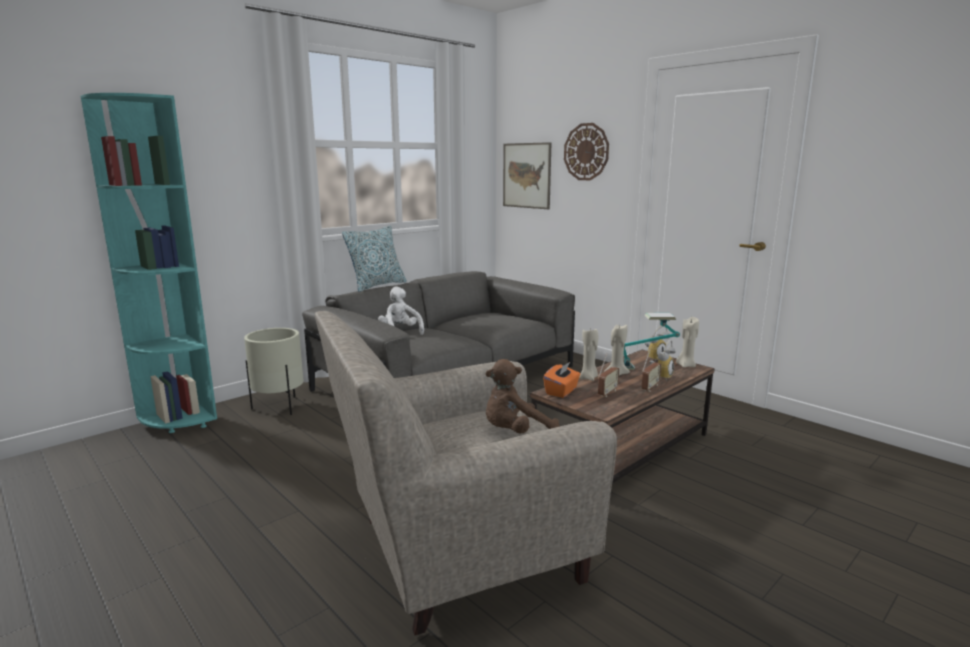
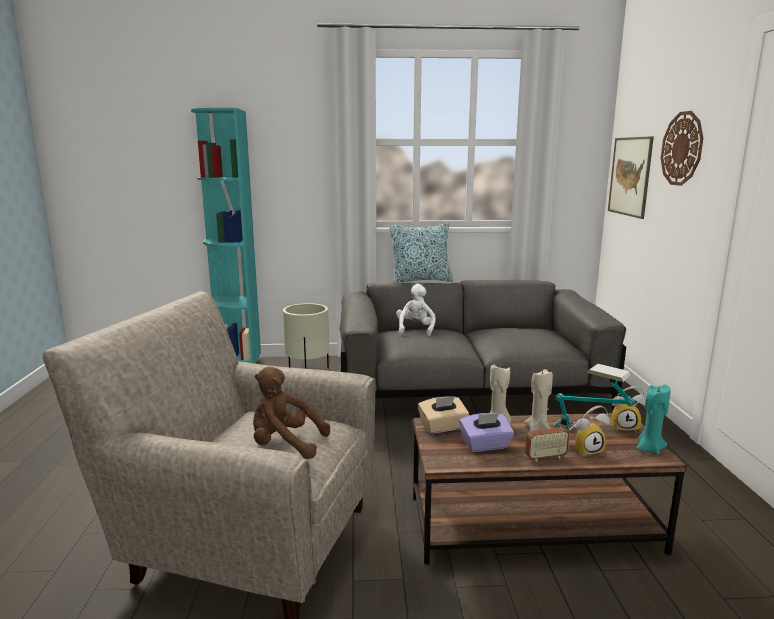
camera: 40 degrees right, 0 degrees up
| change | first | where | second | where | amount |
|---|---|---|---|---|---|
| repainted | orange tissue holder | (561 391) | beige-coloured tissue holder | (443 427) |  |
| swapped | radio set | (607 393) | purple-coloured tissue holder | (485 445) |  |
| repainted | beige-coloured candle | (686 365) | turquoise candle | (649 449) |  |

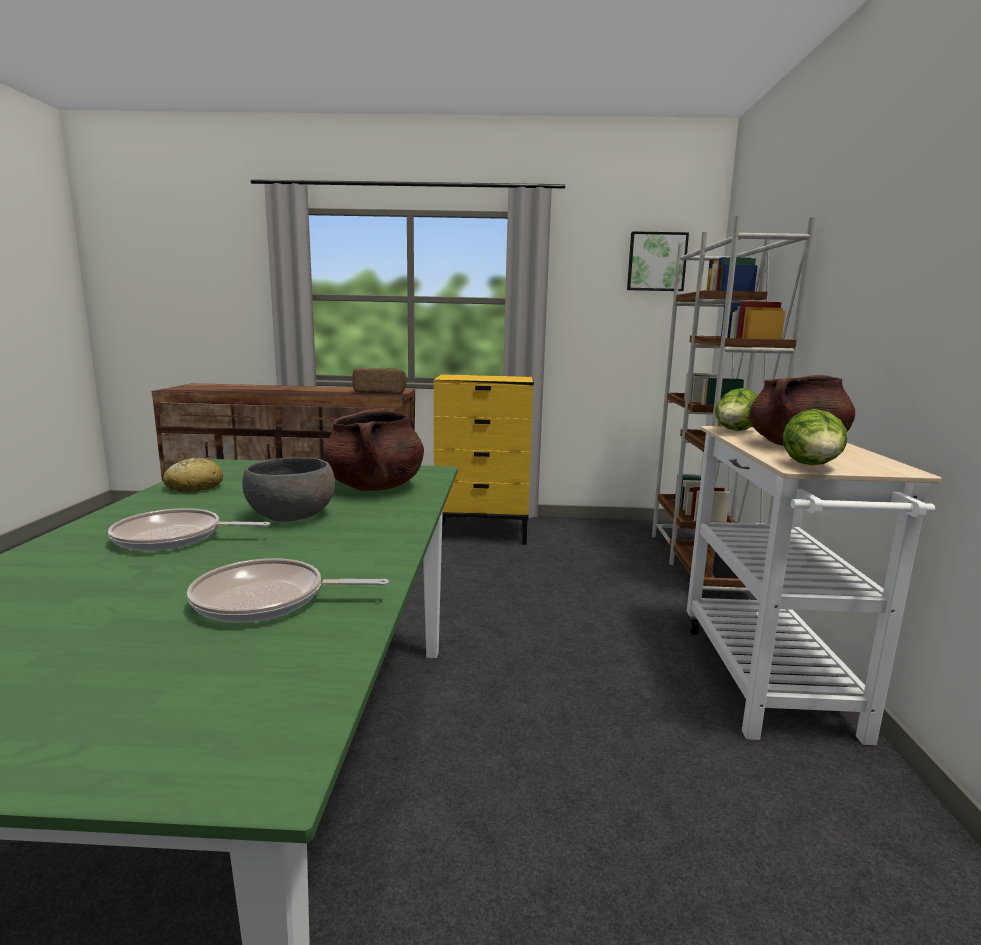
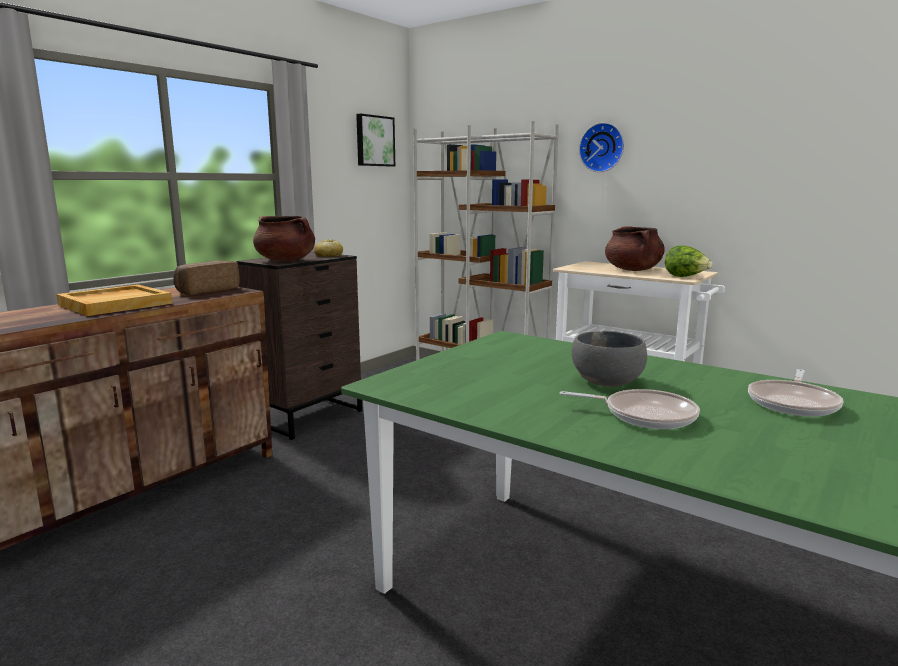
camera: 55 degrees left, 0 degrees up
| change | first | where | second | where | amount |
|---|---|---|---|---|---|
| new |  |  | beige-coloured tray | (116 304) |  |
| repainted | yellow-coloured dresser | (482 533) | brownish dresser | (309 417) |  |
| shifted | brownish cooking pot | (375 487) |  | (286 260) |  |
| shifted | bakery bread | (193 487) |  | (328 255) |  |
| rotated | pan | (174 538) |  | (644 415) | 105 degrees counterclockwise |
| new |  |  | clock on the wall | (602 147) |  |
| gone | head of lettuce | (735 431) |  |  |  |

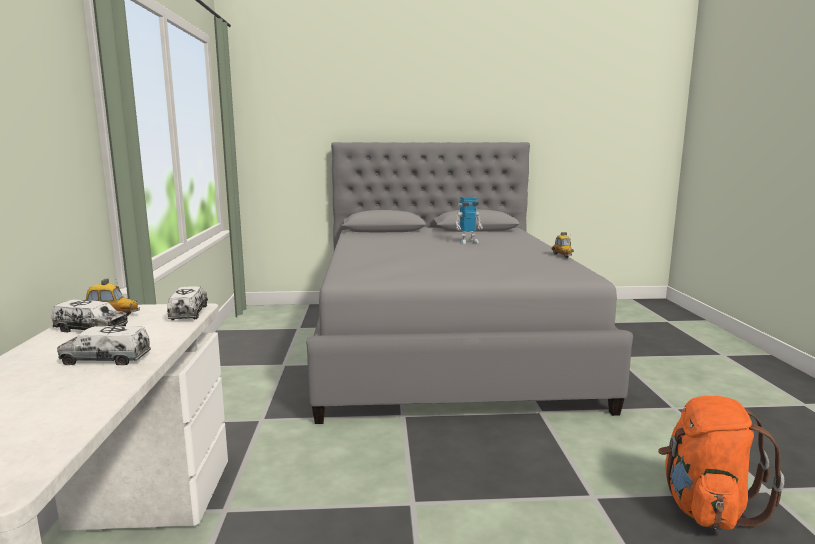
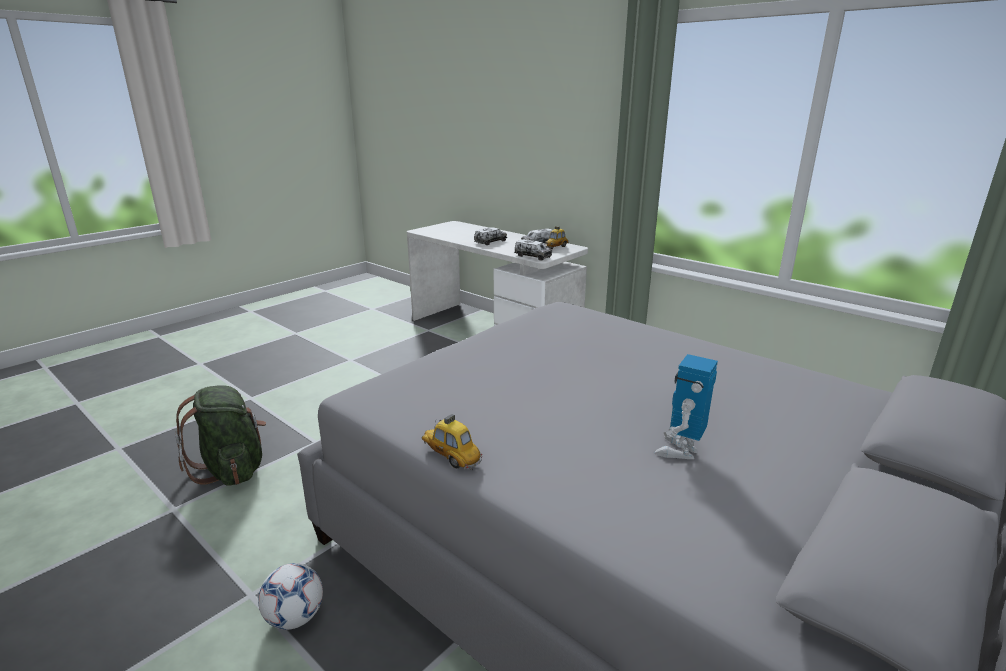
camera: 135 degrees right, 10 degrees up
| change | first | where | second | where | amount |
|---|---|---|---|---|---|
| repainted | orange backpack | (705 507) | green-coloured backpack | (232 469) |  |
| new |  |  | ball for football | (295 617) |  |

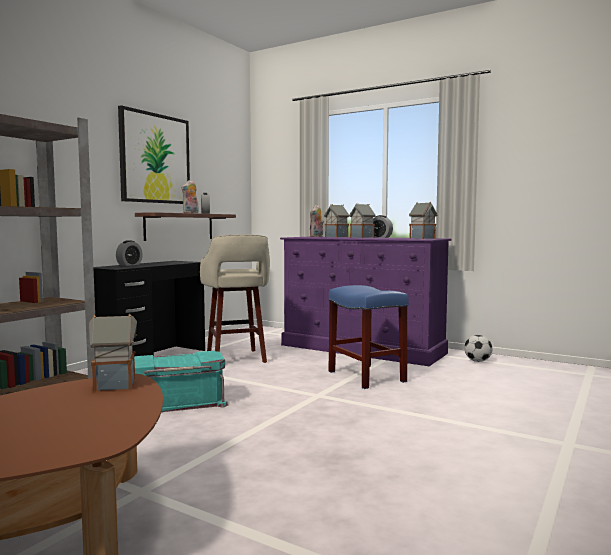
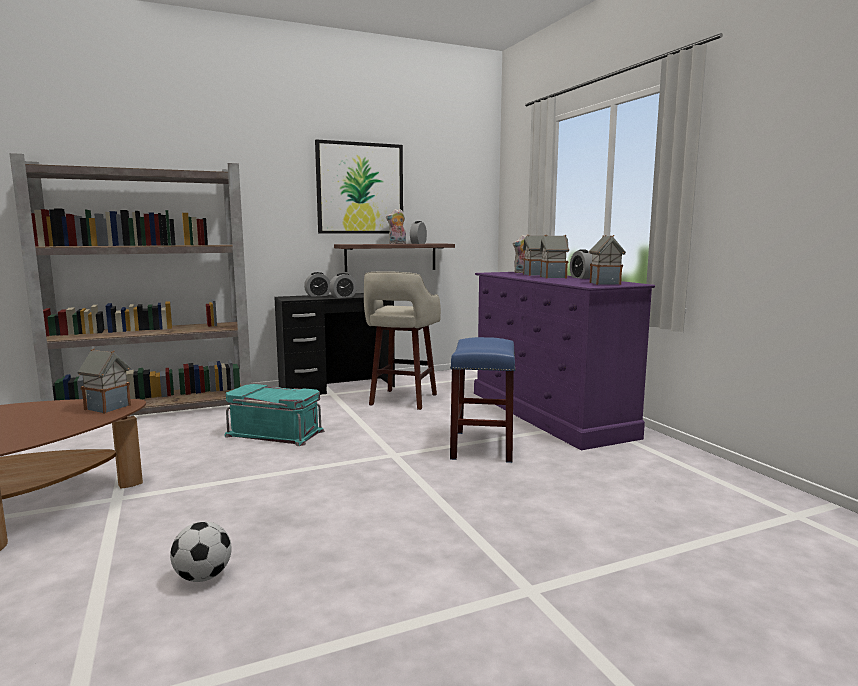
camera: 35 degrees right, 5 degrees up
| change | first | where | second | where | amount |
|---|---|---|---|---|---|
| shifted | ball for football | (477 361) |  | (203 577) |  |
| new |  |  | bedside clock | (343 297) |  |

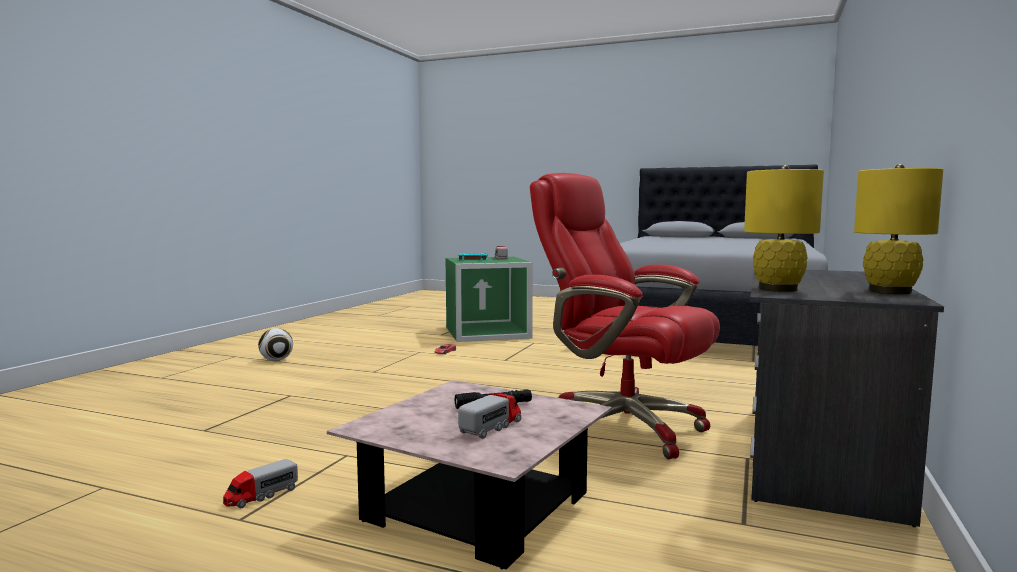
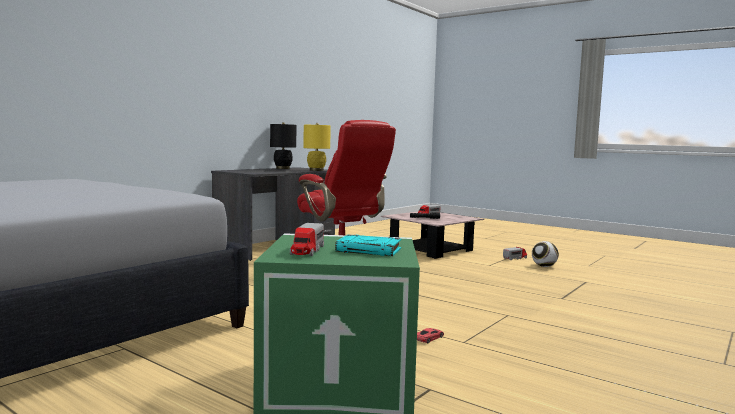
camera: 165 degrees left, 0 degrees up
| change | first | where | second | where | amount |
|---|---|---|---|---|---|
| repainted | yellow-coloured lamp for a table | (890 291) | black-coloured lamp for a table | (282 168) |  |
| shifted | ball for football | (276 360) |  | (544 266) |  |

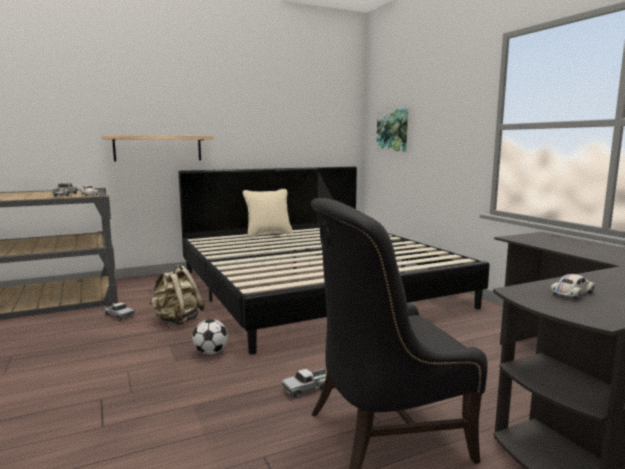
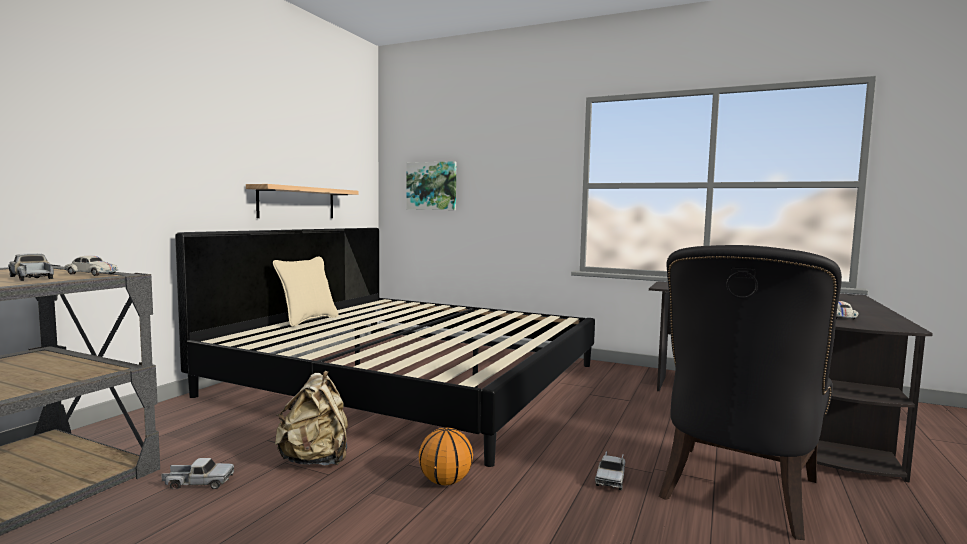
camera: 40 degrees left, 5 degrees down
| change | first | where | second | where | amount |
|---|---|---|---|---|---|
| shifted | wall shelf | (158 148) |  | (297 203) |  |
| swapped | ball for football | (211 352) | ball for basketball | (444 481) |  |

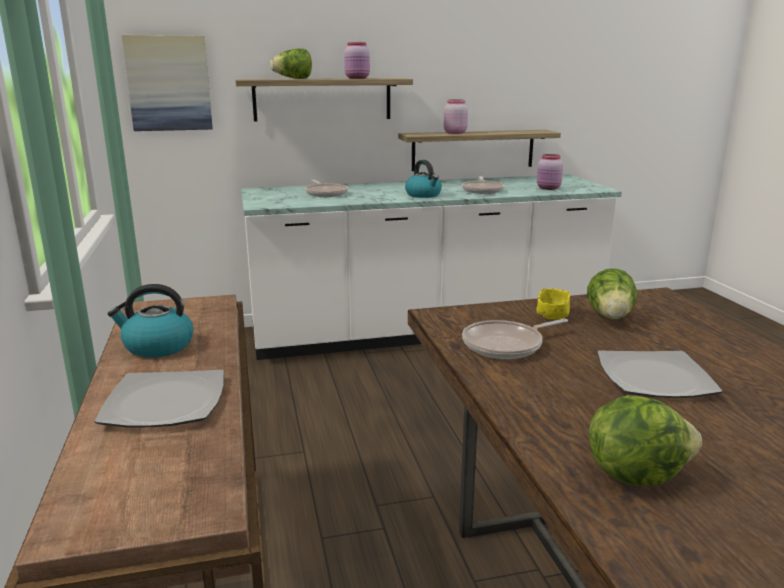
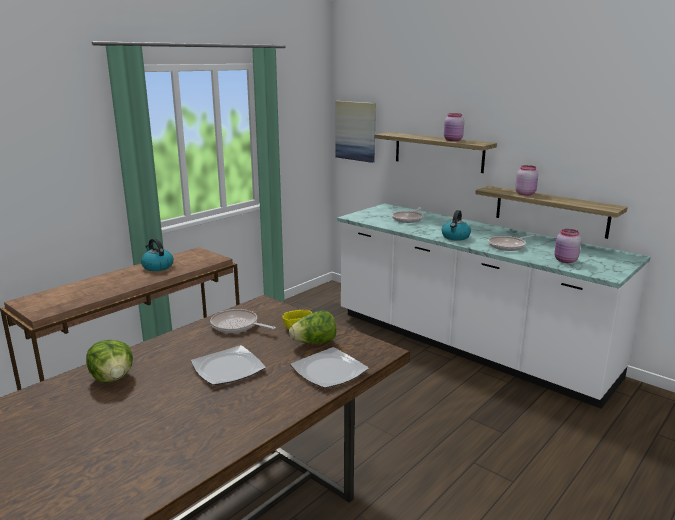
camera: 55 degrees right, 0 degrees up
| change | first | where | second | where | amount |
|---|---|---|---|---|---|
| shifted | plate | (163 403) |  | (328 371) |  |
| gone | head of lettuce | (293 78) |  |  |  |

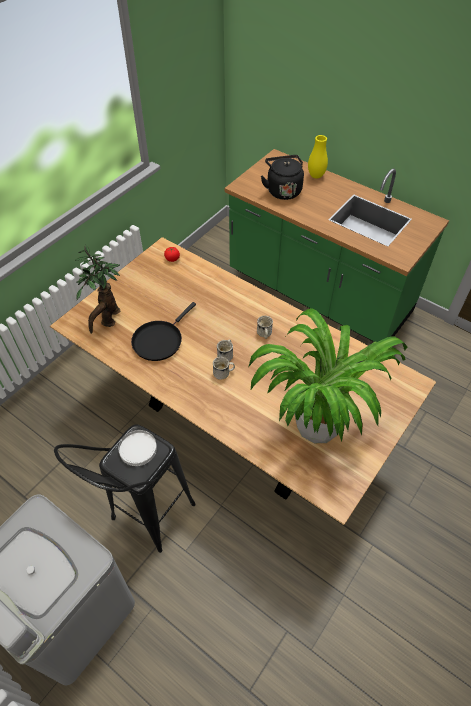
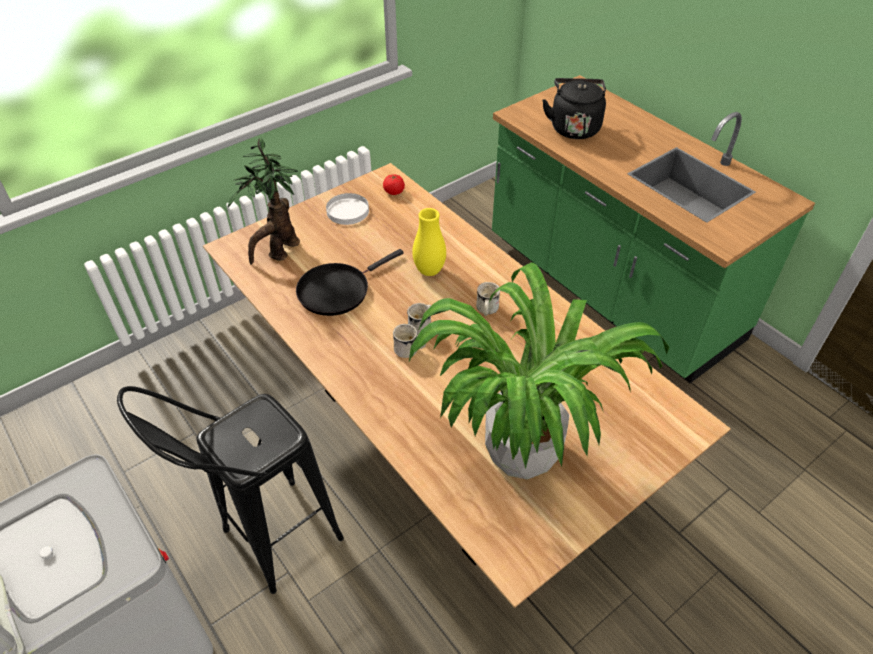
camera: 15 degrees right, 5 degrees down
| change | first | where | second | where | amount |
|---|---|---|---|---|---|
| shifted | whitish plate | (138 448) |  | (348 211) |  |
| shifted | yellow-coloured vase | (316 176) |  | (429 271) |  |

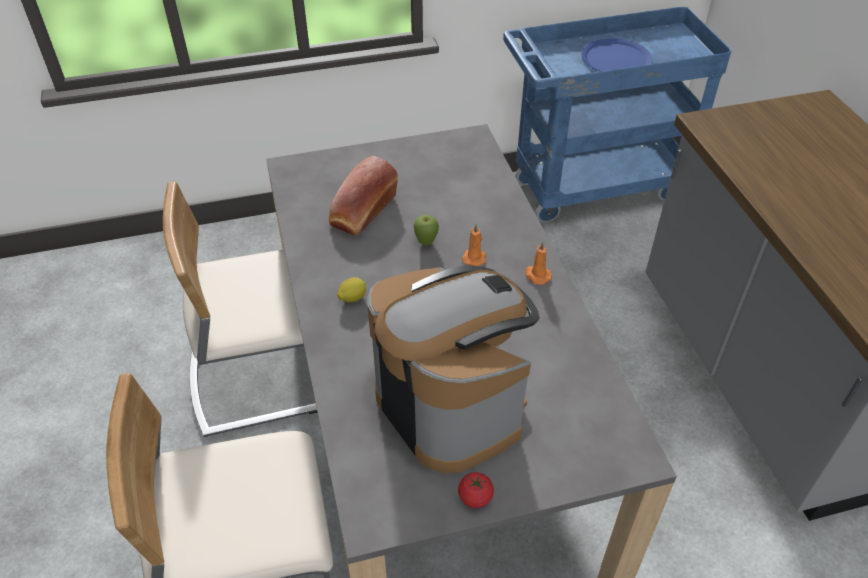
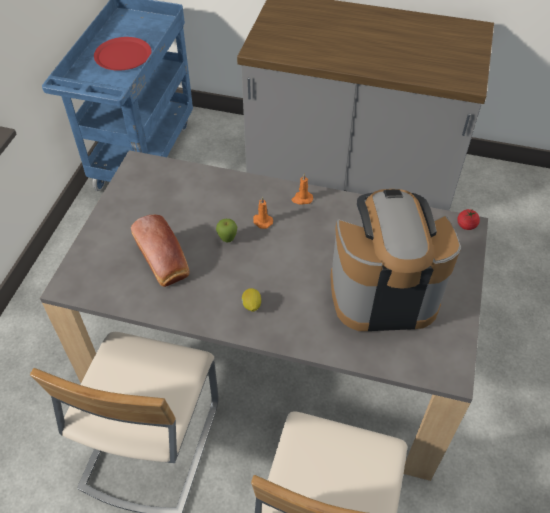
camera: 60 degrees left, 5 degrees up
| change | first | where | second | where | amount |
|---|---|---|---|---|---|
| repainted | blue-coloured plate | (616 59) | red-coloured plate | (123 55) |  |
| shifted | whole tomato | (475 497) |  | (466 225) |  |

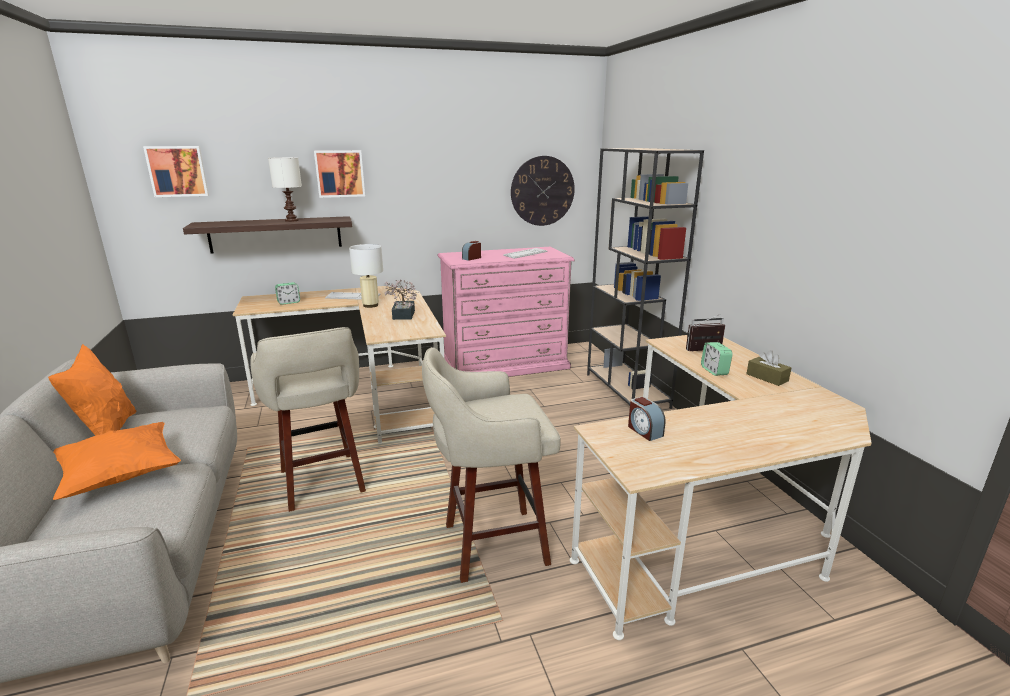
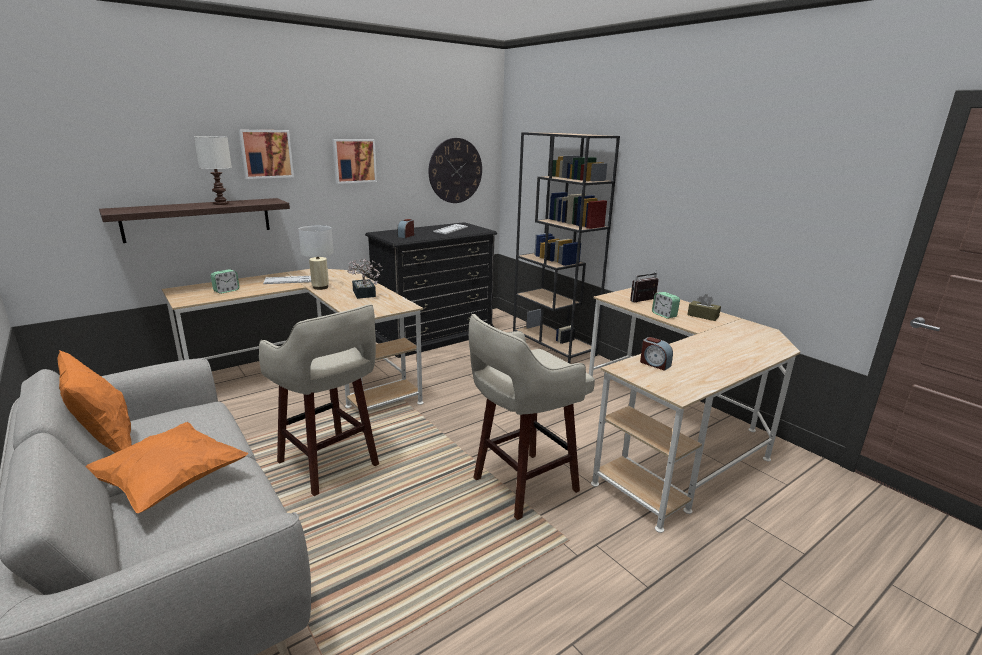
camera: 20 degrees left, 0 degrees up
| change | first | where | second | where | amount |
|---|---|---|---|---|---|
| shifted | wall art | (177 171) |  | (354 160) |  |
| repainted | pink dresser | (505 364) | black-coloured dresser | (434 335) |  |

